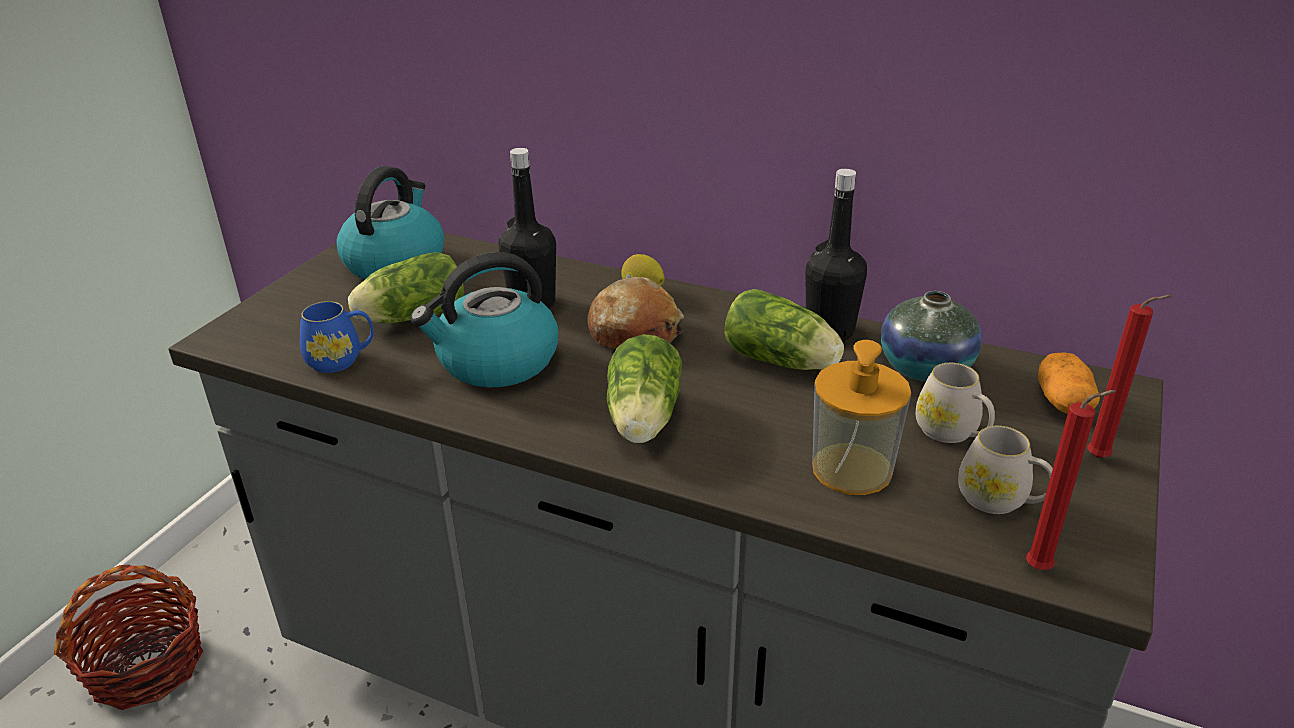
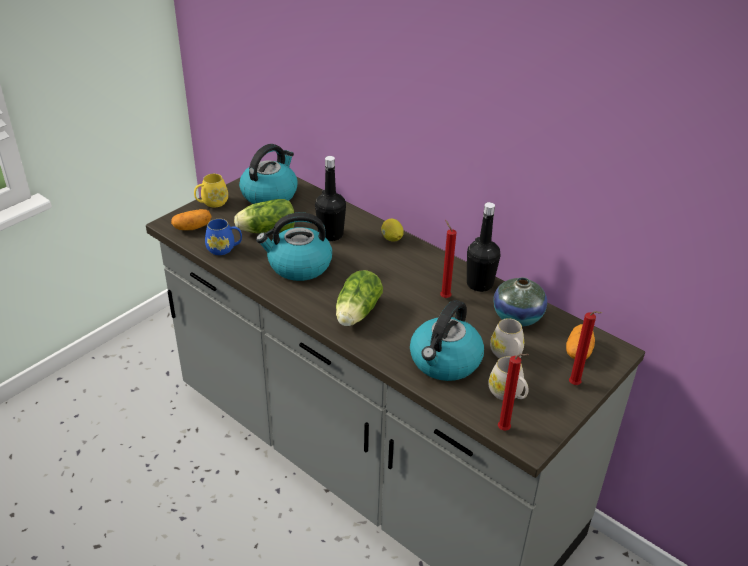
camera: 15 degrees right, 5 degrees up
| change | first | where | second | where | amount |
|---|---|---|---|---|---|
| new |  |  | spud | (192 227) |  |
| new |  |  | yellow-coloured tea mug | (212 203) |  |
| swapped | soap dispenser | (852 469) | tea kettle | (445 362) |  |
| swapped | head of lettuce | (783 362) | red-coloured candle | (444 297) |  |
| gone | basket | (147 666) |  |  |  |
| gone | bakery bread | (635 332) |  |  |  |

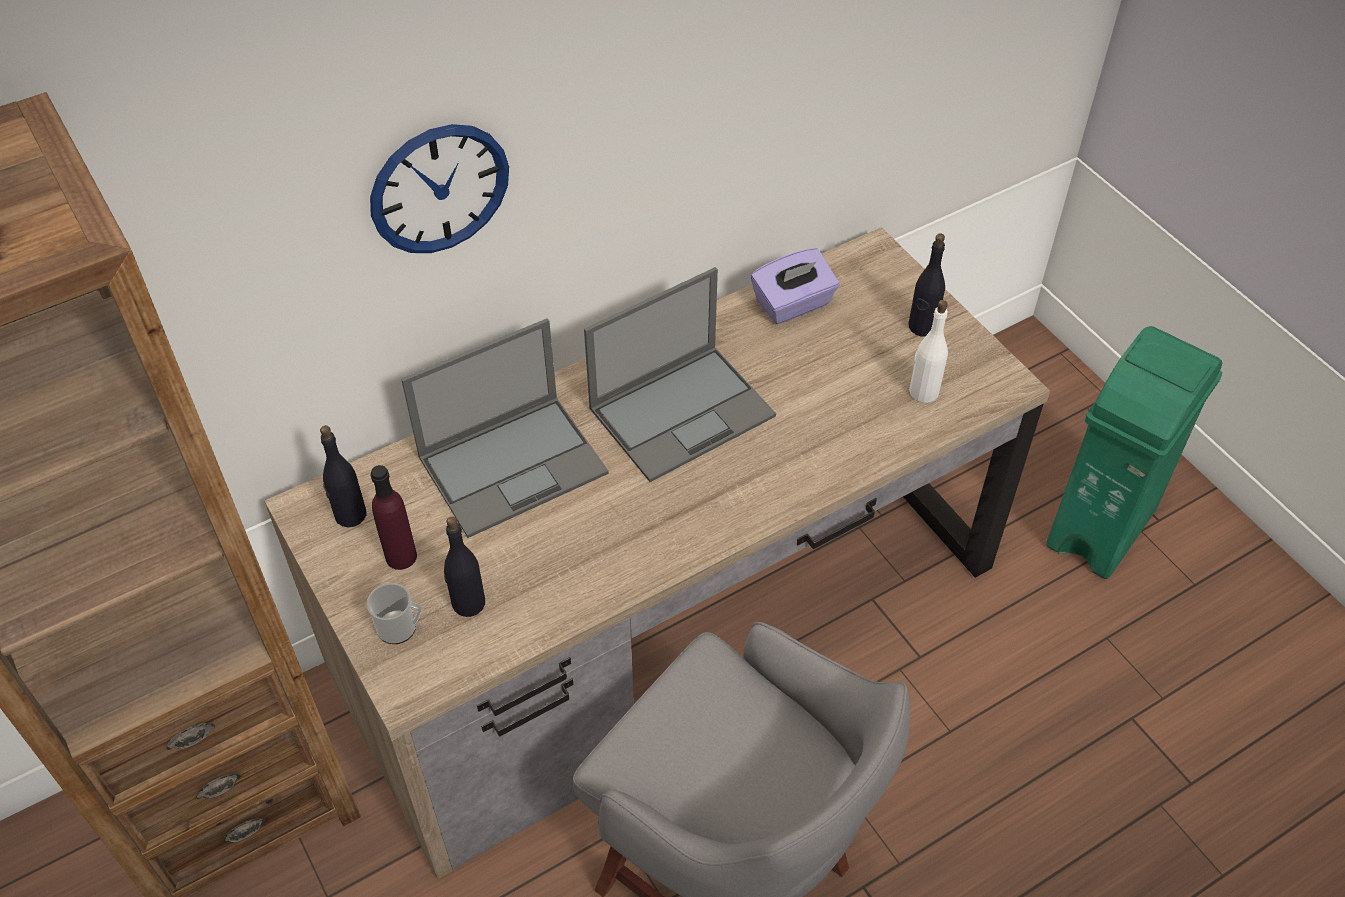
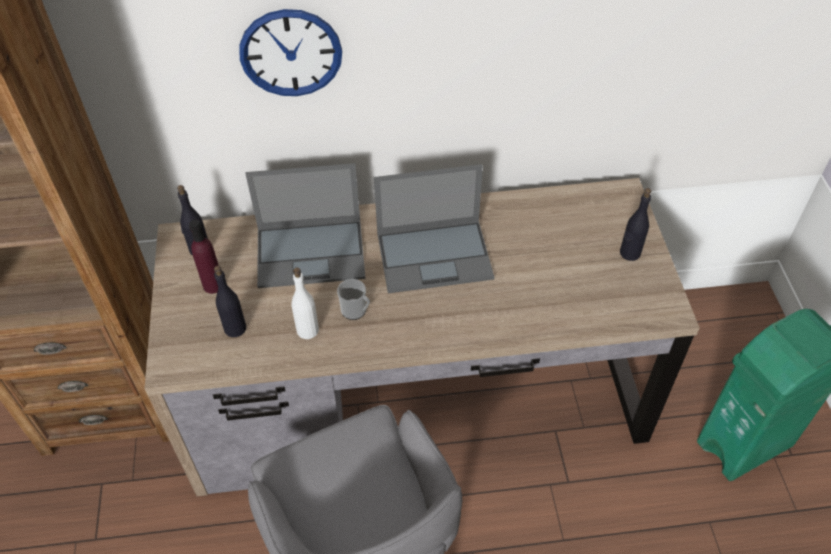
camera: 25 degrees right, 0 degrees up
| change | first | where | second | where | amount |
|---|---|---|---|---|---|
| shifted | whitish beverage bottle | (923 392) |  | (307 330) |  |
| shifted | tea mug | (401 628) |  | (356 311) |  |
| gone | purple-coloured tissue holder | (793 304) |  |  |  |

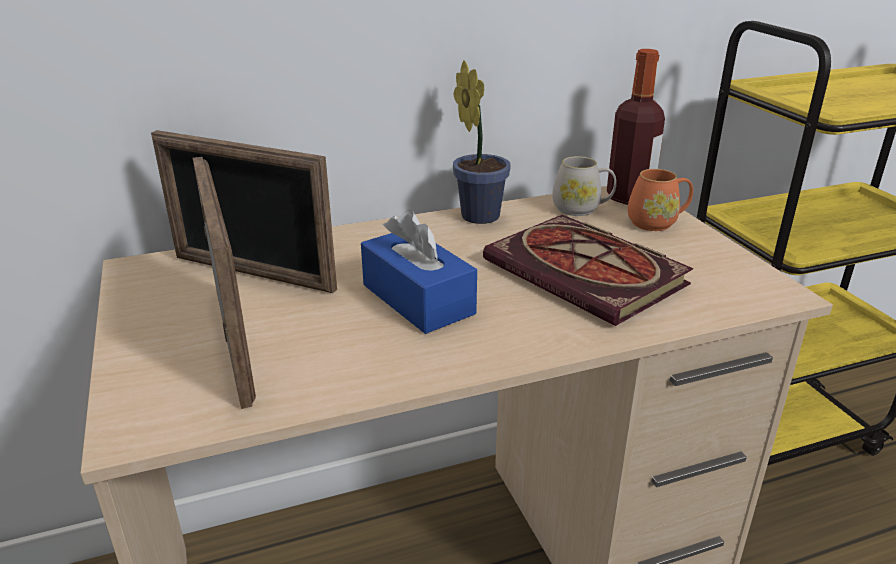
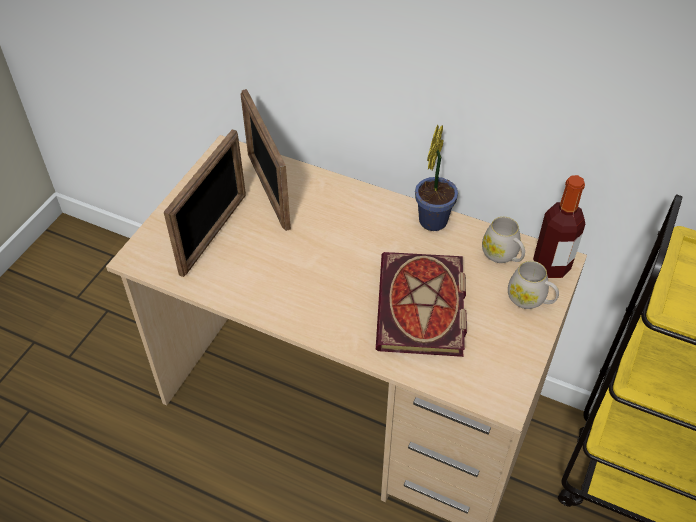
camera: 45 degrees right, 20 degrees up
| change | first | where | second | where | amount |
|---|---|---|---|---|---|
| repainted | orange tea mug | (657 222) | whitish tea mug | (530 299) |  |
| gone | blue-coloured tissue holder | (418 299) |  |  |  |

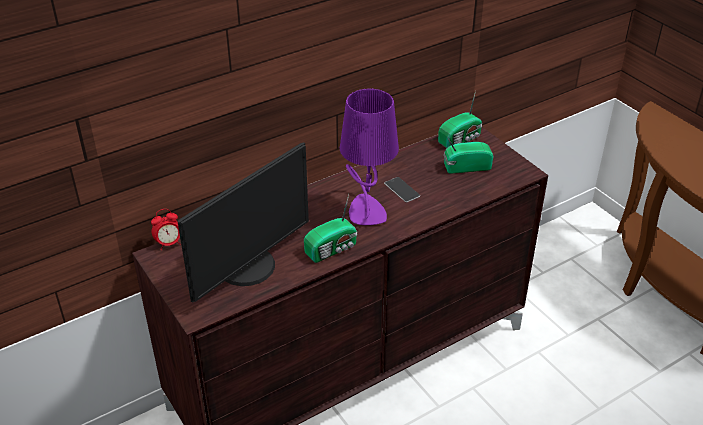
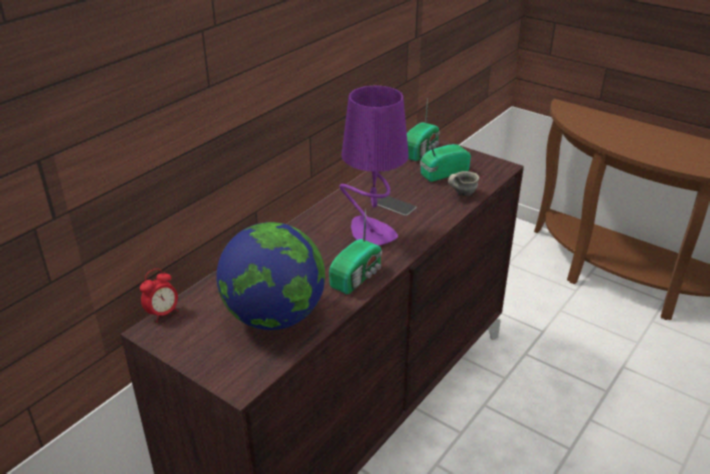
camera: 20 degrees left, 5 degrees down
| change | first | where | second | where | amount |
|---|---|---|---|---|---|
| swapped | computer screen | (249 267) | desk globe | (274 317) |  |
| new |  |  | greyish tea mug | (461 194) |  |

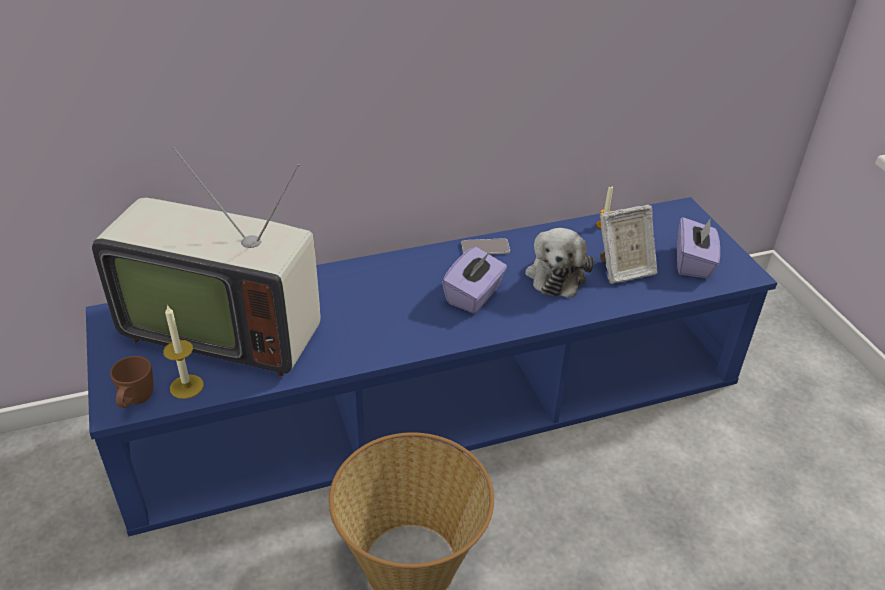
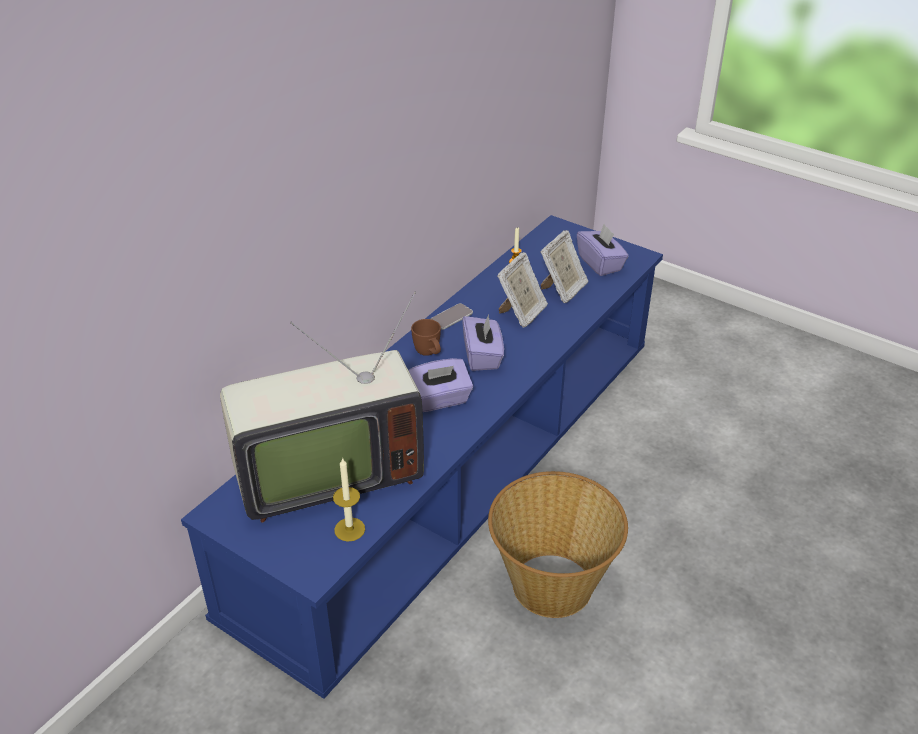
camera: 35 degrees left, 0 degrees up
| change | first | where | second | where | amount |
|---|---|---|---|---|---|
| new |  |  | purple-coloured tissue holder | (439 400) |  |
| shifted | brownish tea mug | (135 402) |  | (429 354) |  |
| swapped | plush toy | (556 274) | standing frame | (521 313) |  |

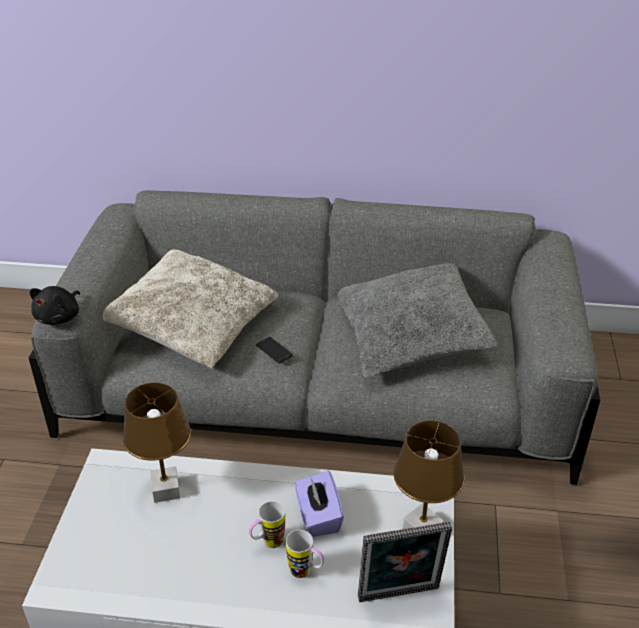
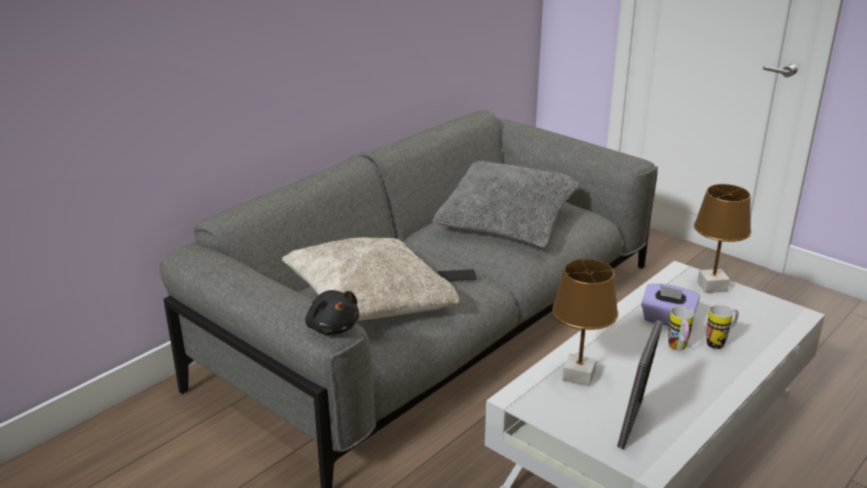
camera: 55 degrees left, 10 degrees down
| change | first | where | second | where | amount |
|---|---|---|---|---|---|
| shifted | standing frame | (399 597) |  | (634 426) |  |

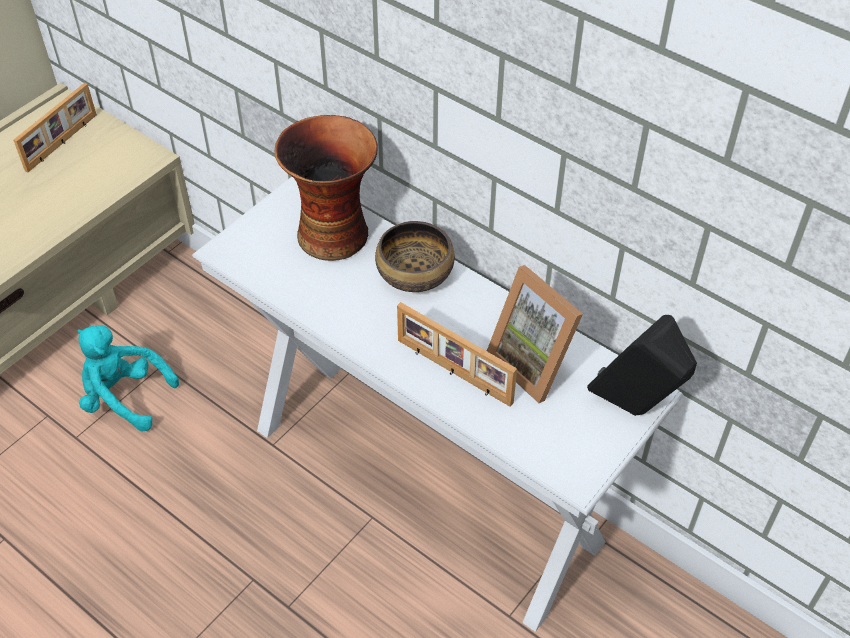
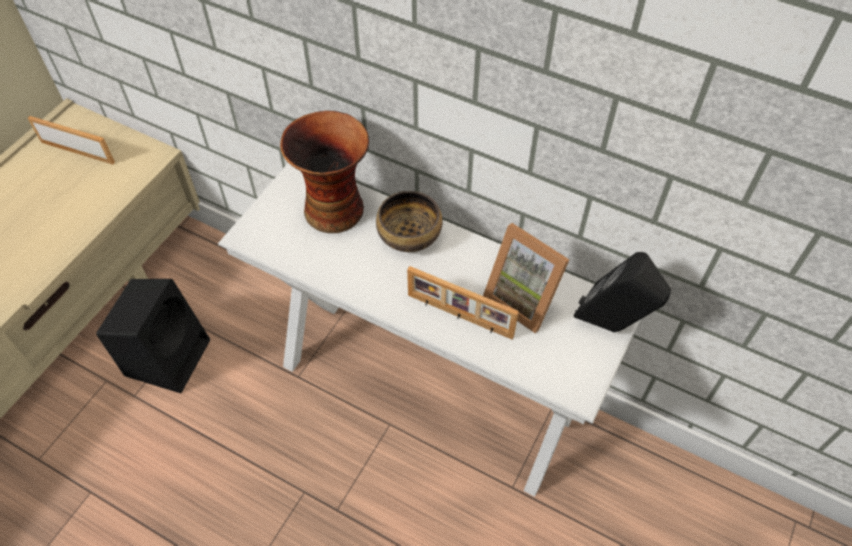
camera: 10 degrees left, 5 degrees up
| change | first | where | second | where | amount |
|---|---|---|---|---|---|
| rotated | standing frame | (62 143) |  | (78 151) | 90 degrees counterclockwise |
| swapped | turquoise plush toy | (124 397) | black-coloured audio speaker | (168 355) |  |

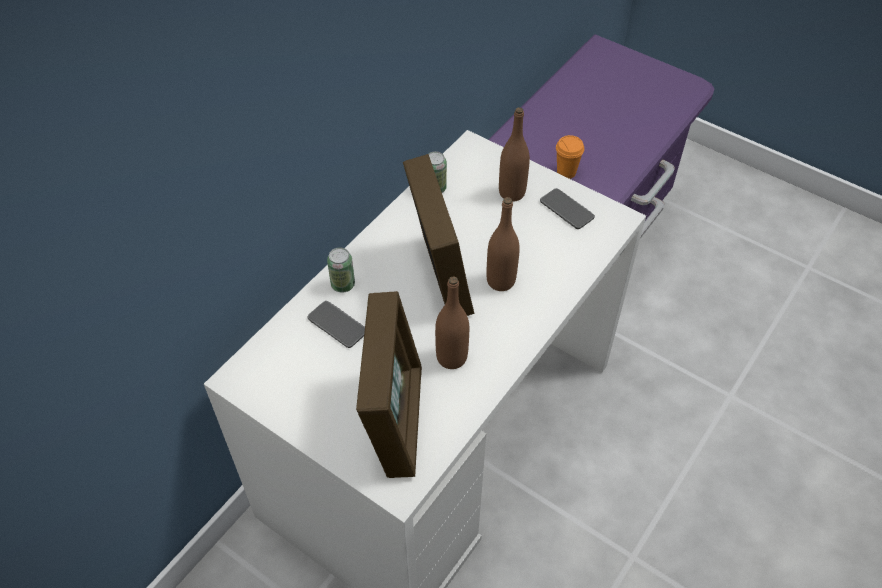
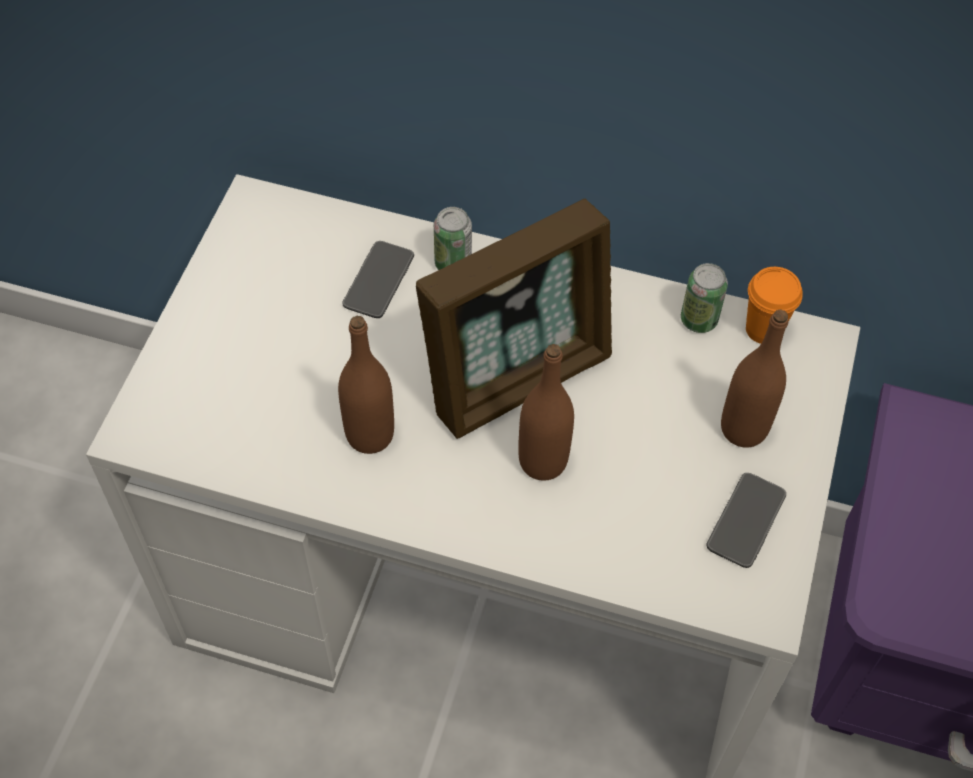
camera: 70 degrees right, 5 degrees up
| change | first | where | second | where | amount |
|---|---|---|---|---|---|
| shifted | orange small cup | (566 172) |  | (763 329) |  |
| gone | standing frame | (395 420) |  |  |  |

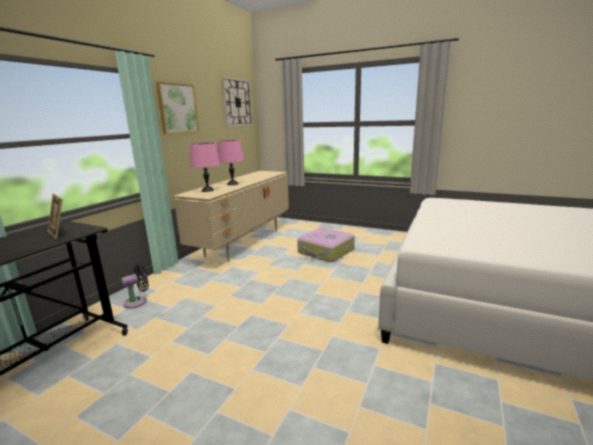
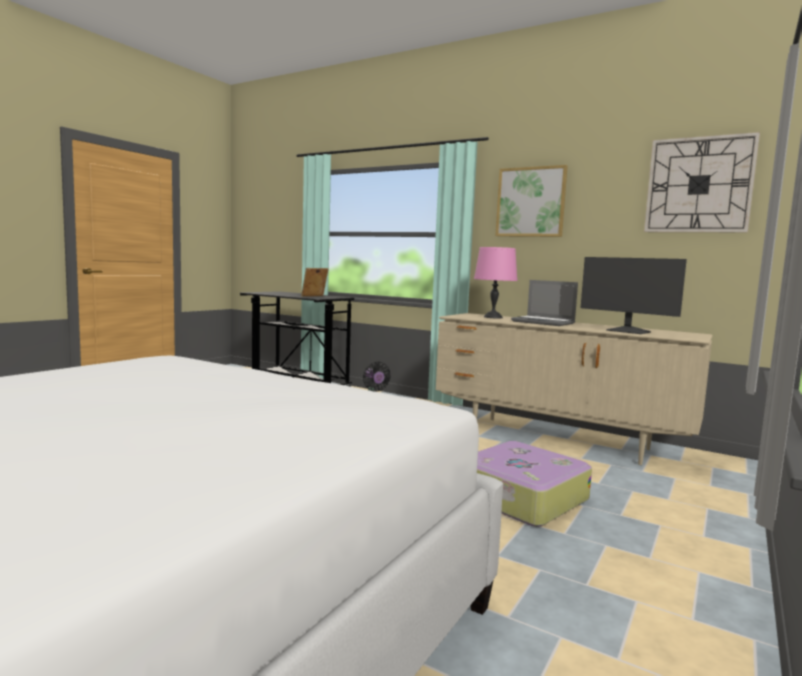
camera: 95 degrees right, 10 degrees down
| change | first | where | second | where | amount |
|---|---|---|---|---|---|
| swapped | pink lamp for a table | (232 184) | portable computer | (544 322) |  |
| new |  |  | computer screen | (628 331) |  |

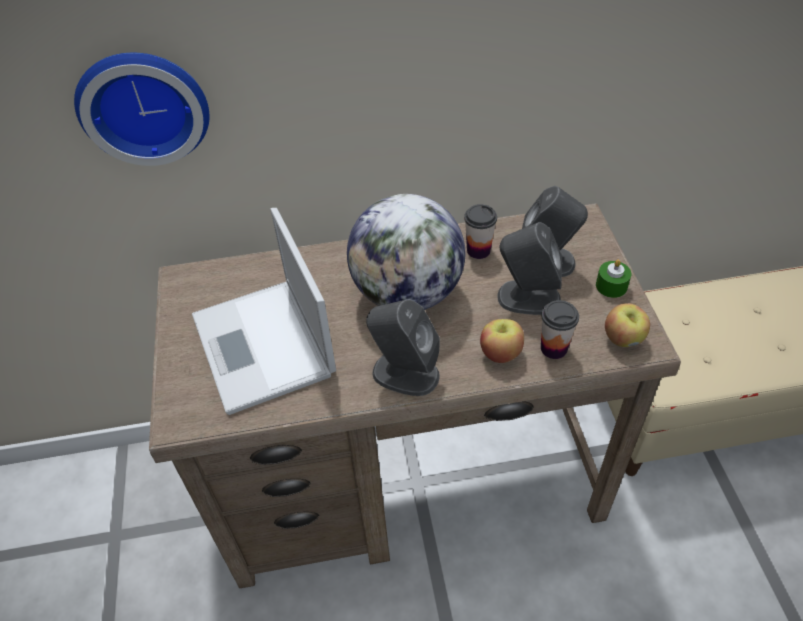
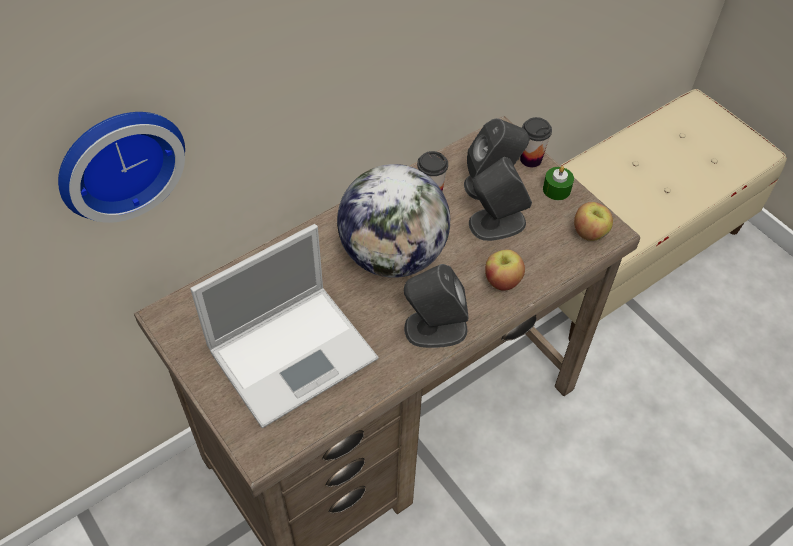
camera: 30 degrees left, 5 degrees up
| change | first | where | second | where | amount |
|---|---|---|---|---|---|
| rotated | portable computer | (264 347) |  | (295 352) | 75 degrees counterclockwise |
| shifted | small cup | (553 348) |  | (530 159) |  |

